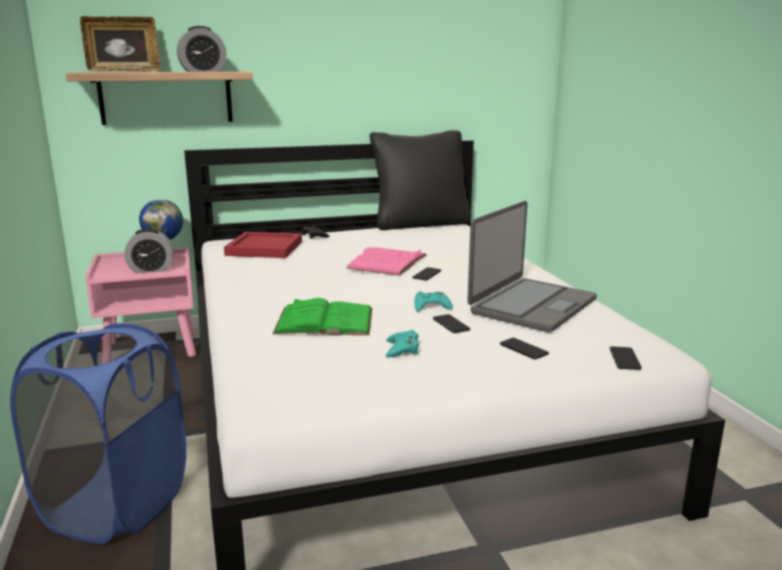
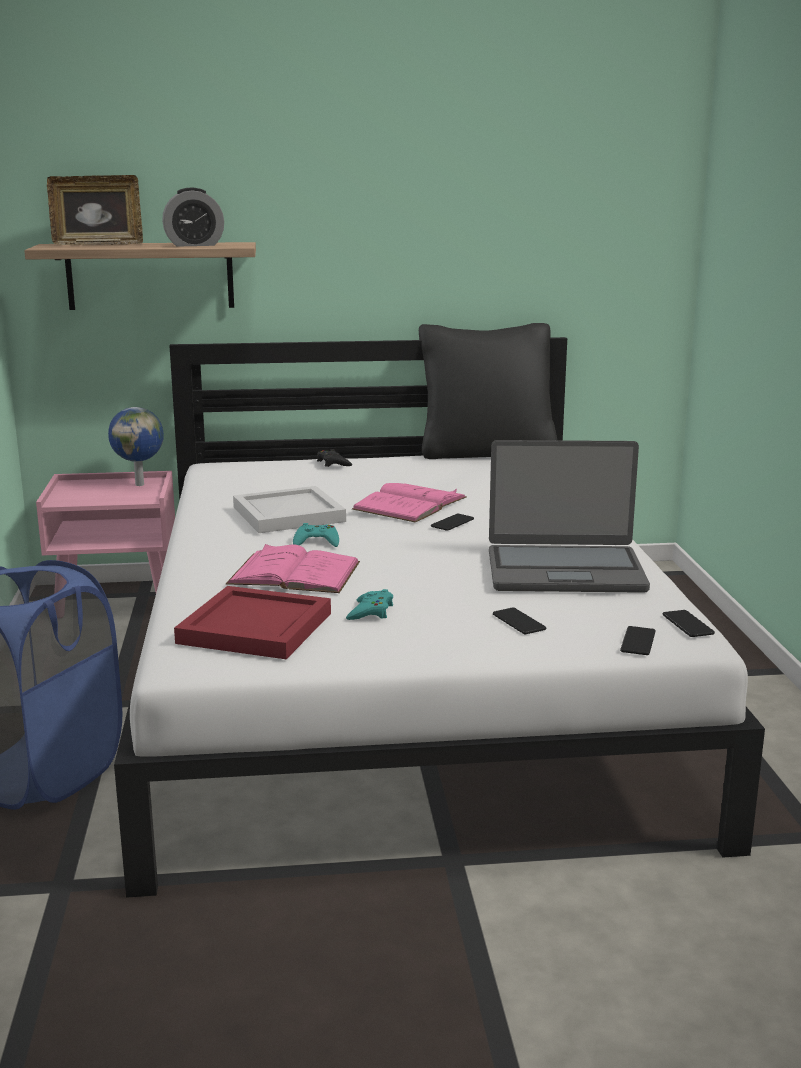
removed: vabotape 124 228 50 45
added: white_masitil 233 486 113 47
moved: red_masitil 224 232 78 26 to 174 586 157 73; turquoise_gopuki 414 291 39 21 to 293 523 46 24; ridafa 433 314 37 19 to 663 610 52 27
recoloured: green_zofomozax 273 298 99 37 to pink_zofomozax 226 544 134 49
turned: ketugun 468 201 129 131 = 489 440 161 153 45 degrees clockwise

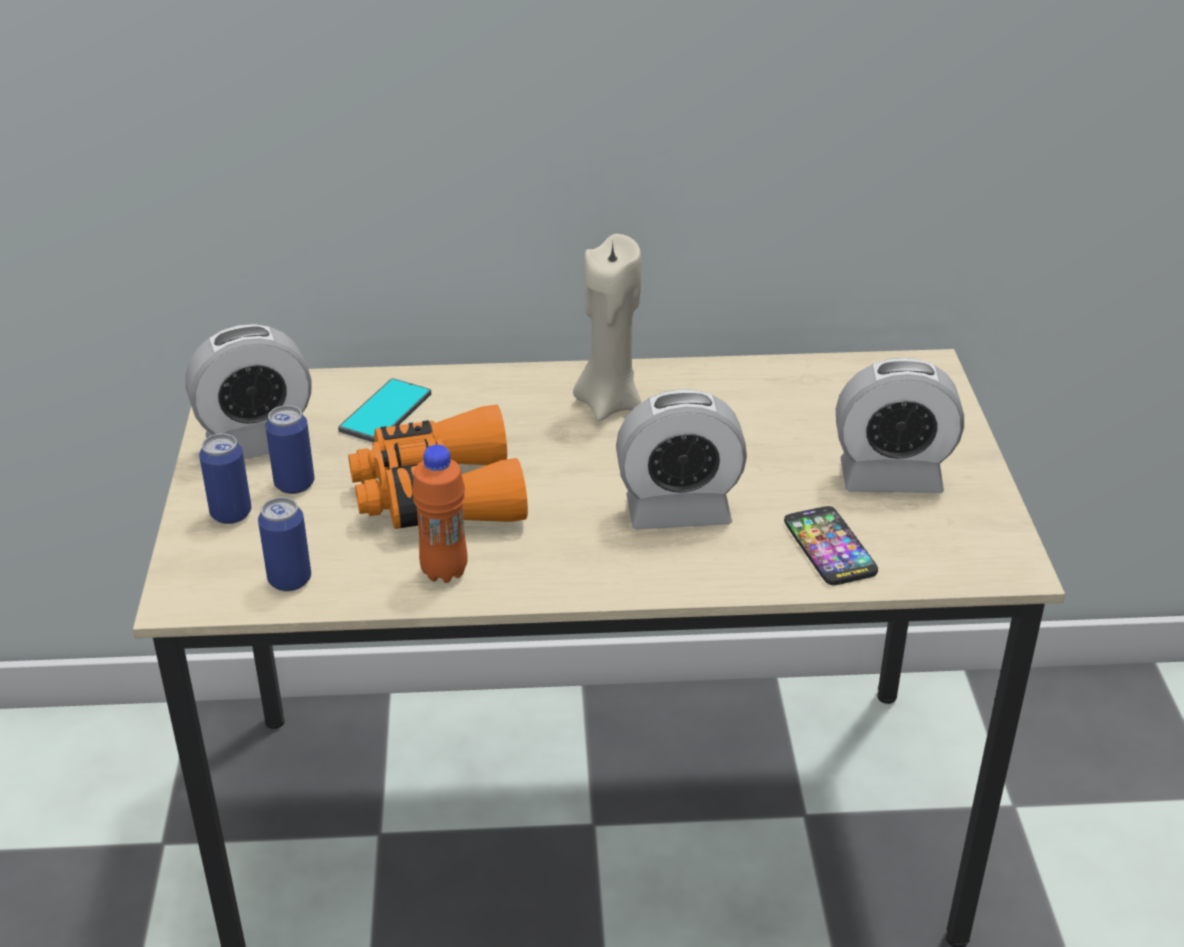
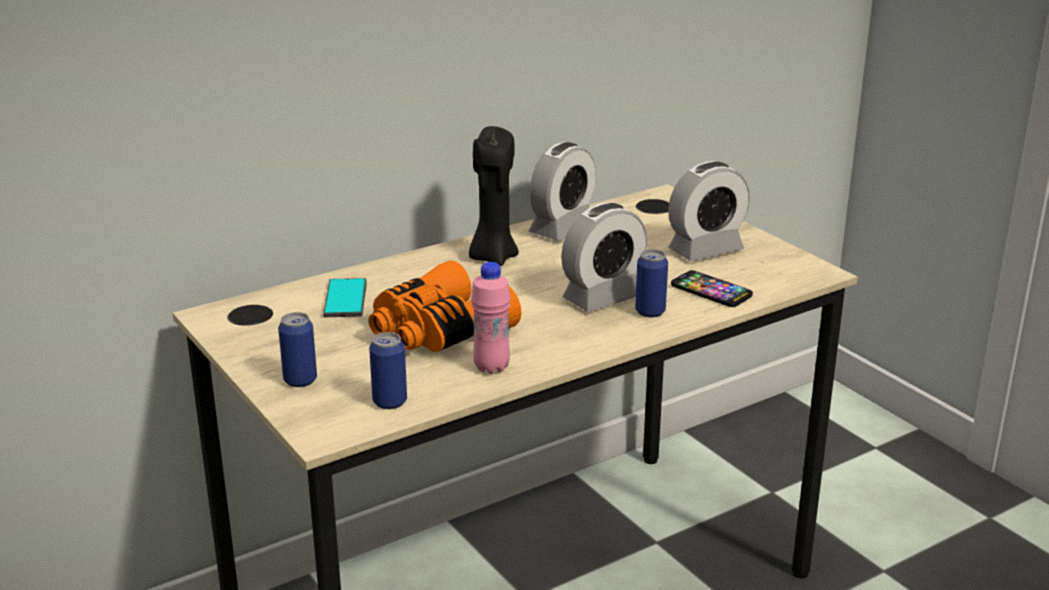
moved: vabotape 185 324 127 135 to 529 142 67 99; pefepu 265 405 49 89 to 635 249 33 69
recoloured: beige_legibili 573 234 69 187 to black_legibili 469 126 50 140; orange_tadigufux 412 445 55 138 to pink_tadigufux 471 262 40 112

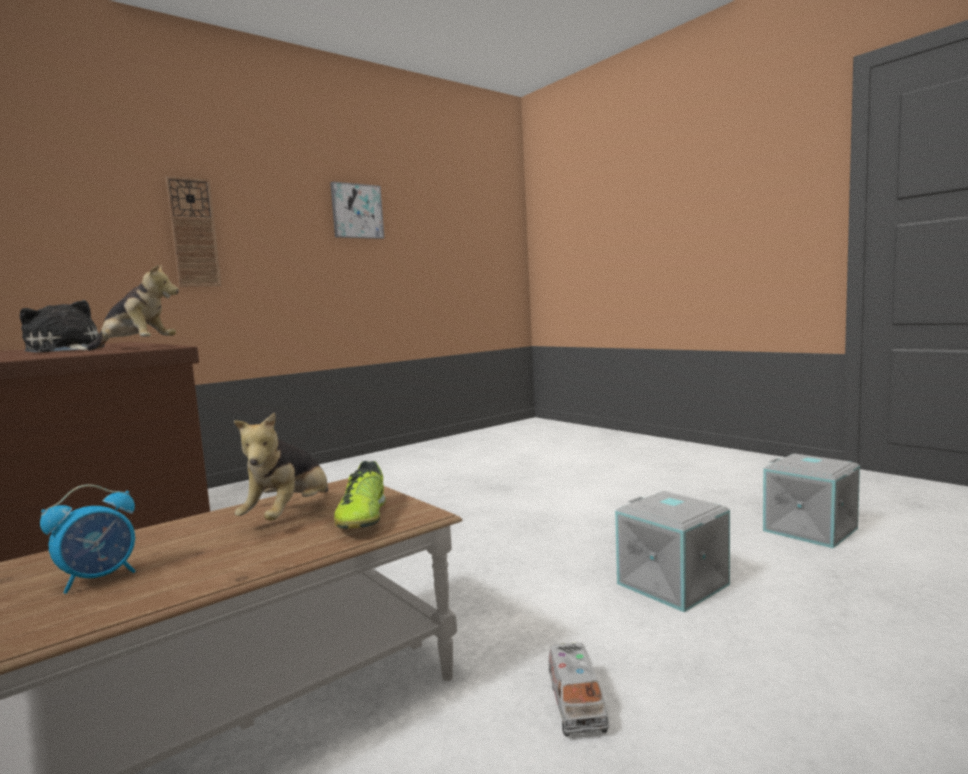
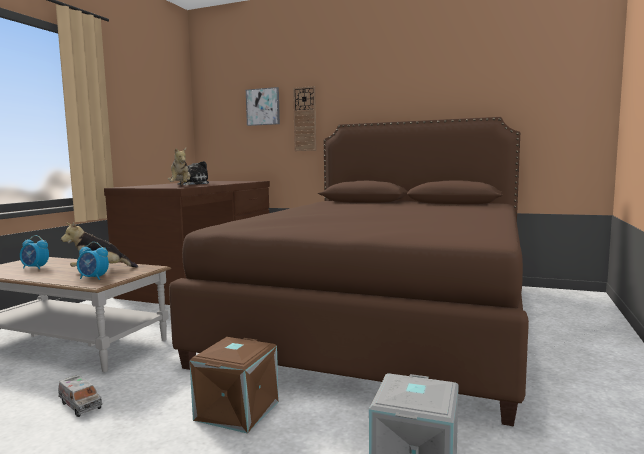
added: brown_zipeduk 169 117 360 310
moved: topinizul 330 182 54 57 to 246 87 34 39
replaced: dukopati 334 461 52 68 to vabotape 77 242 32 38
recoloured: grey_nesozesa 615 491 115 121 to brown_nesozesa 189 337 90 97
turned: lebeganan 549 643 60 93 = 58 375 44 42 105 degrees counterclockwise

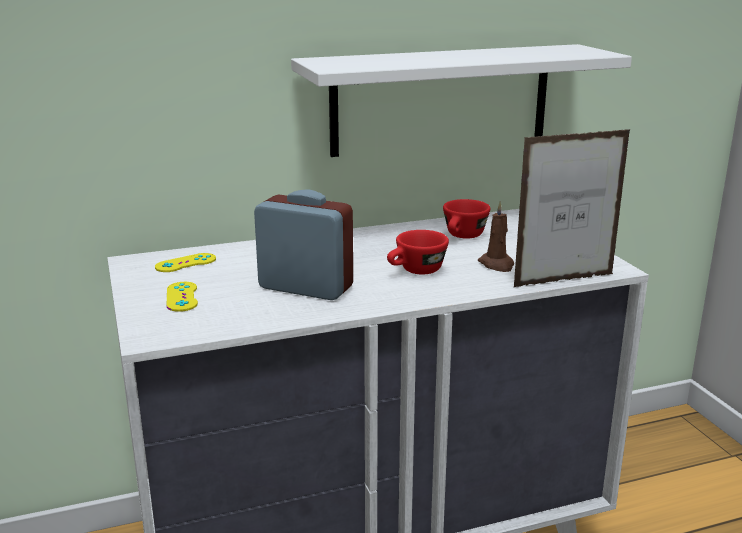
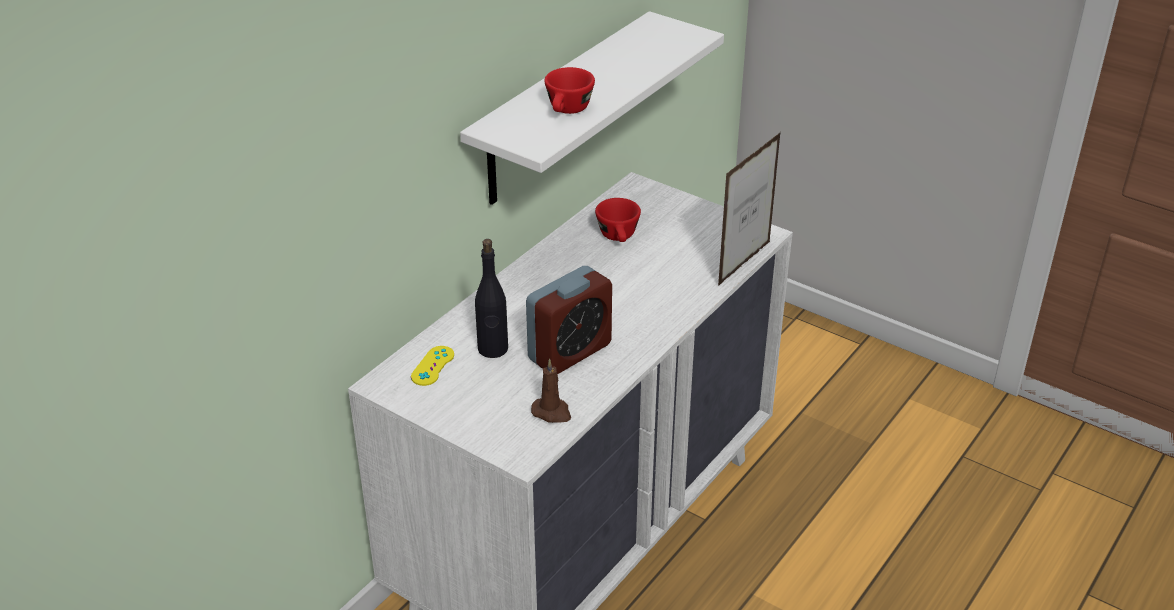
removed: yellow_gopuki 166 282 32 30
added: black_tadigufux 475 239 33 119
moved: brown_legibili 478 201 36 71 to 531 359 40 64; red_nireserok 387 230 62 45 to 544 67 51 47
turned: vabotape 254 190 99 110 = 526 266 86 108 150 degrees clockwise

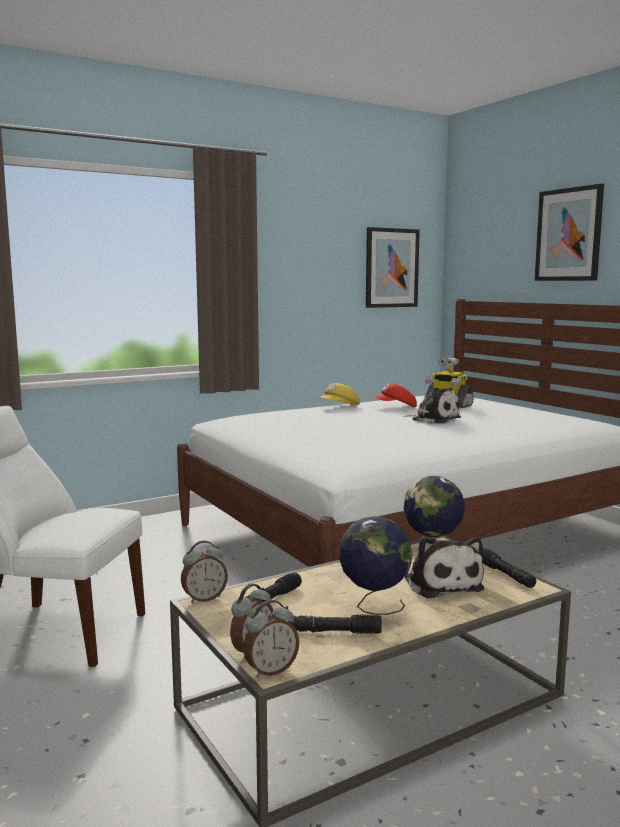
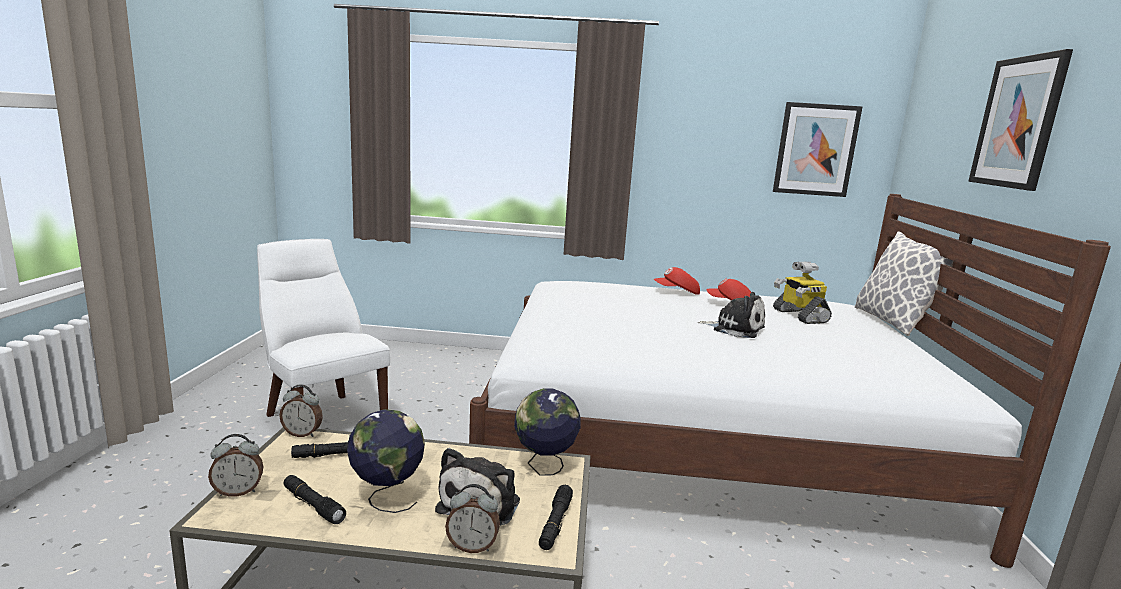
added: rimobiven 855 231 98 105
moved: vabotape 243 600 56 78 to 445 484 55 69
recoloured: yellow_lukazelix 318 383 42 22 to red_lukazelix 654 267 46 28
turned: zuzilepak 403 387 58 37 = 698 292 67 46 45 degrees counterclockwise

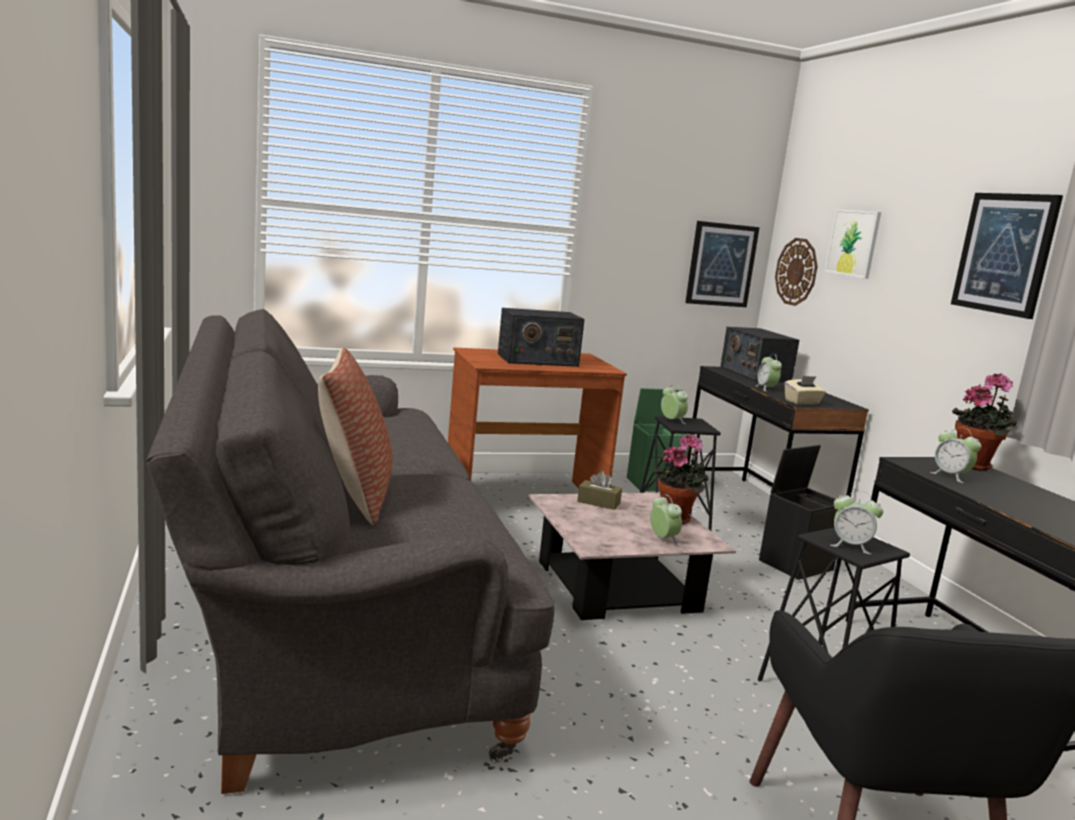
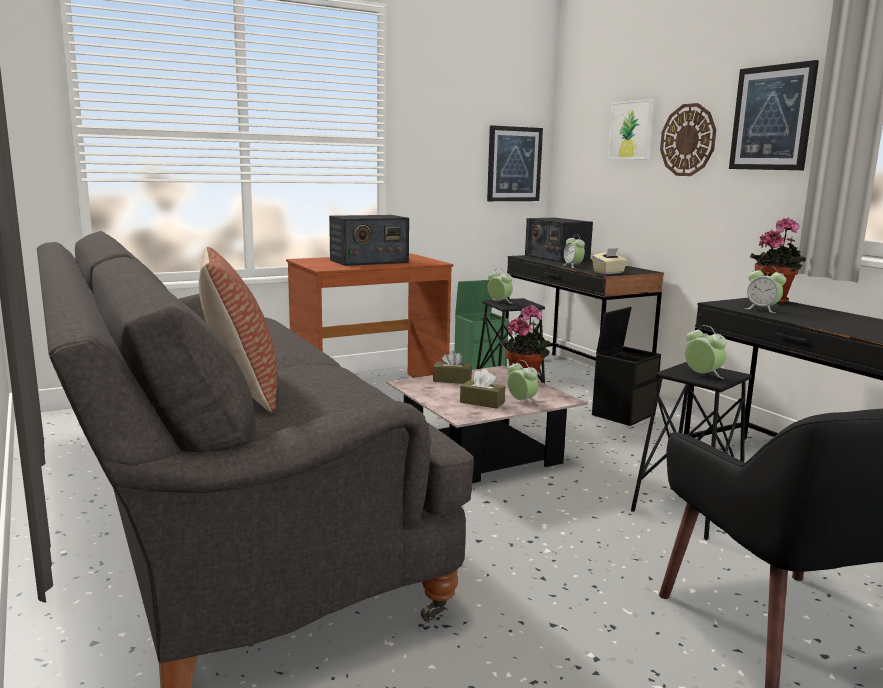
added: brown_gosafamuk 460 369 45 40
moved: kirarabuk 775 238 43 68 to 660 103 56 73
turned: vabotape 830 490 54 64 = 685 325 41 54 135 degrees counterclockwise

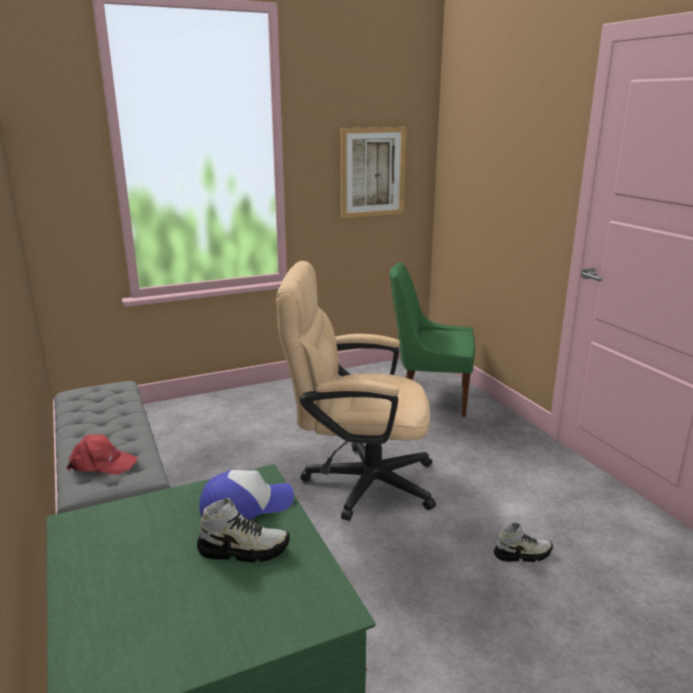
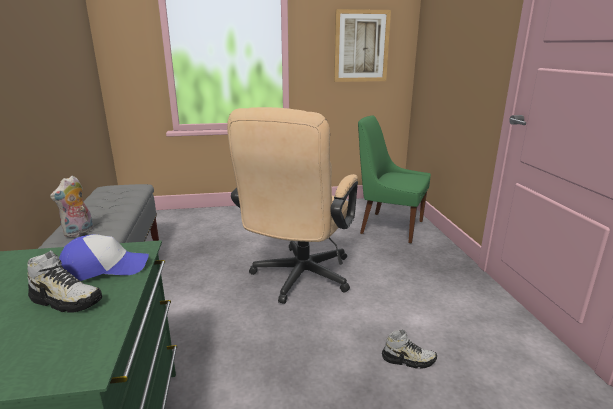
replaced: red_lukazelix 67 435 71 40 to zuzilepak 50 176 43 61
turned: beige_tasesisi 276 261 160 260 = 227 107 131 197 90 degrees counterclockwise

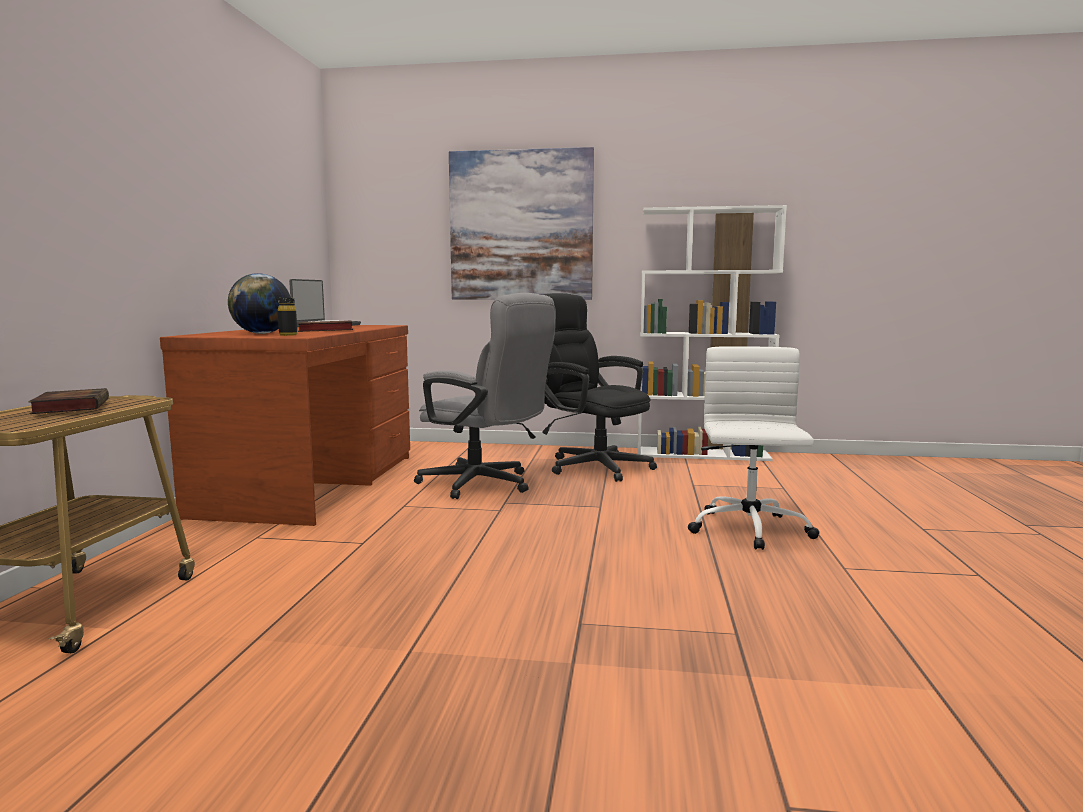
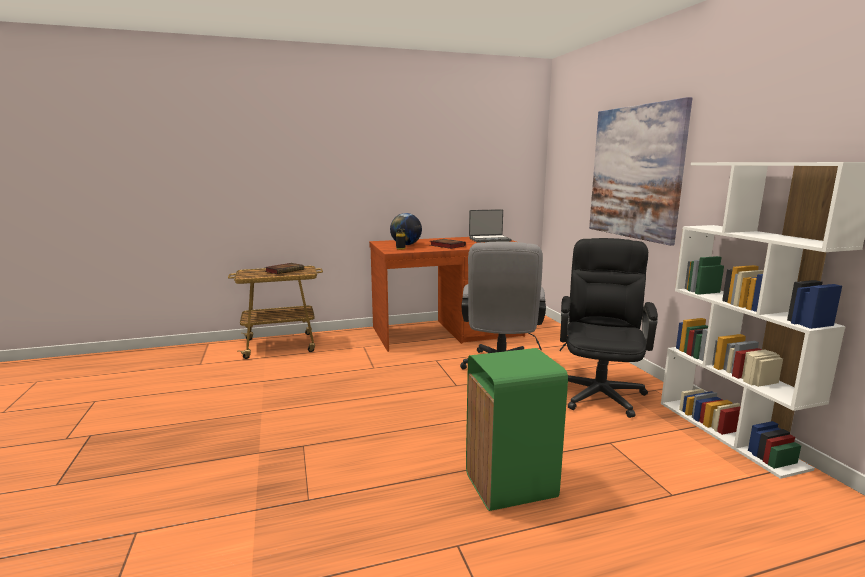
replaced: white_tasesisi 688 346 132 204 to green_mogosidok 466 348 102 163

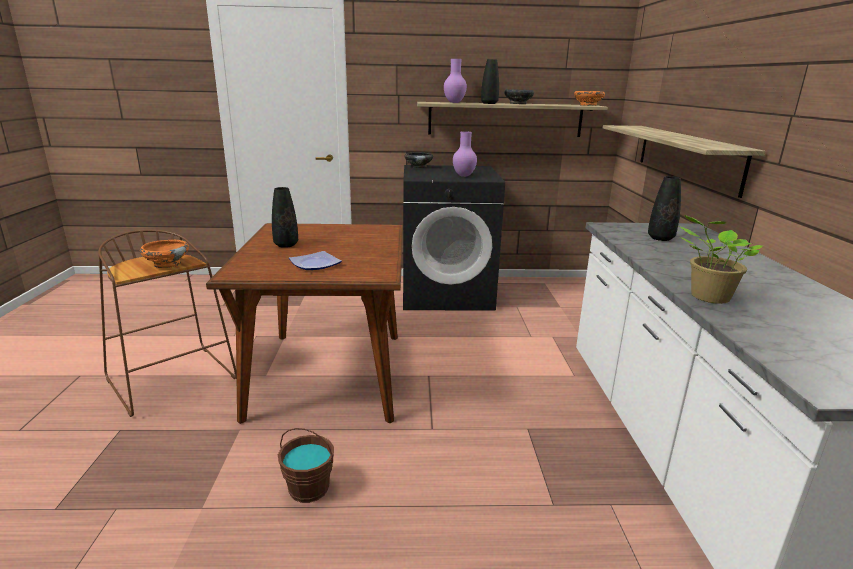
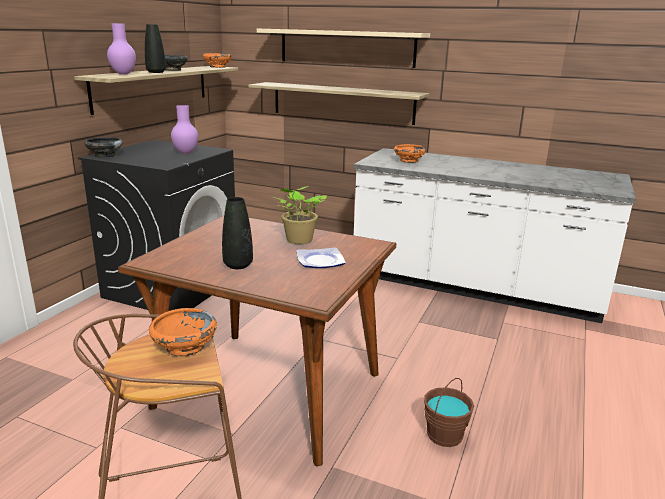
added: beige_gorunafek 257 29 173 39
moved: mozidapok 679 215 84 89 to 273 186 54 58
replaced: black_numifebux 648 176 33 65 to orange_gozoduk 394 144 32 19

